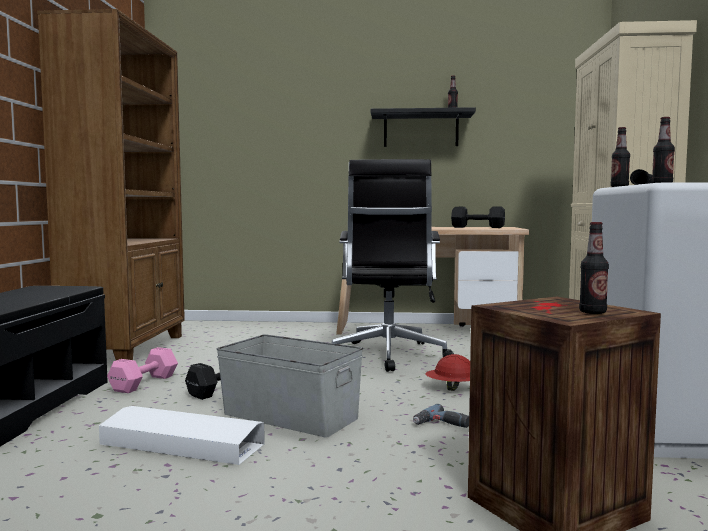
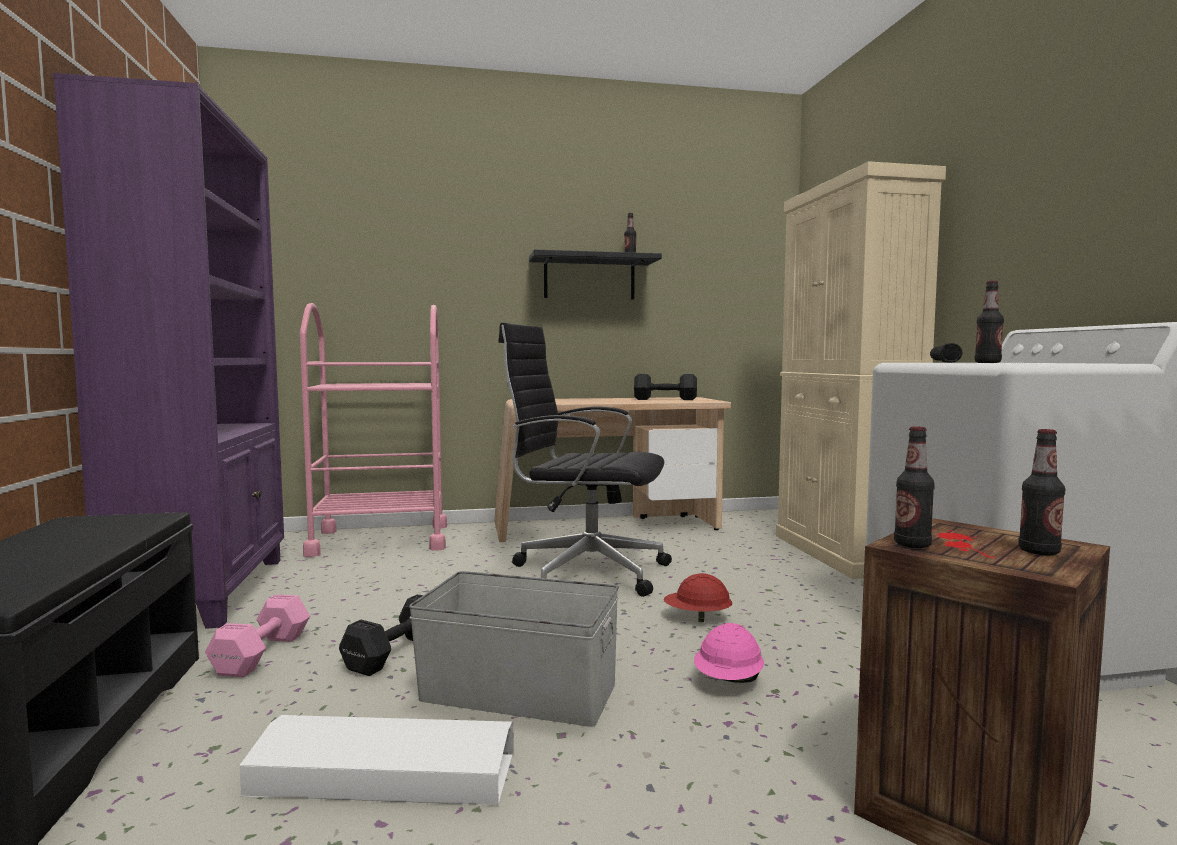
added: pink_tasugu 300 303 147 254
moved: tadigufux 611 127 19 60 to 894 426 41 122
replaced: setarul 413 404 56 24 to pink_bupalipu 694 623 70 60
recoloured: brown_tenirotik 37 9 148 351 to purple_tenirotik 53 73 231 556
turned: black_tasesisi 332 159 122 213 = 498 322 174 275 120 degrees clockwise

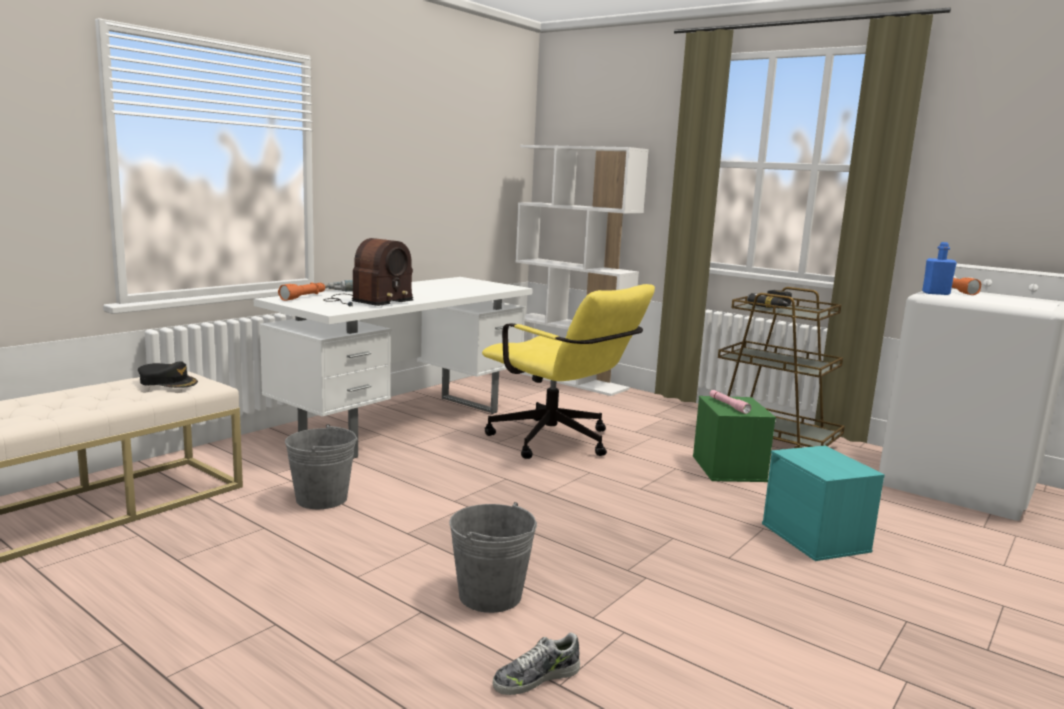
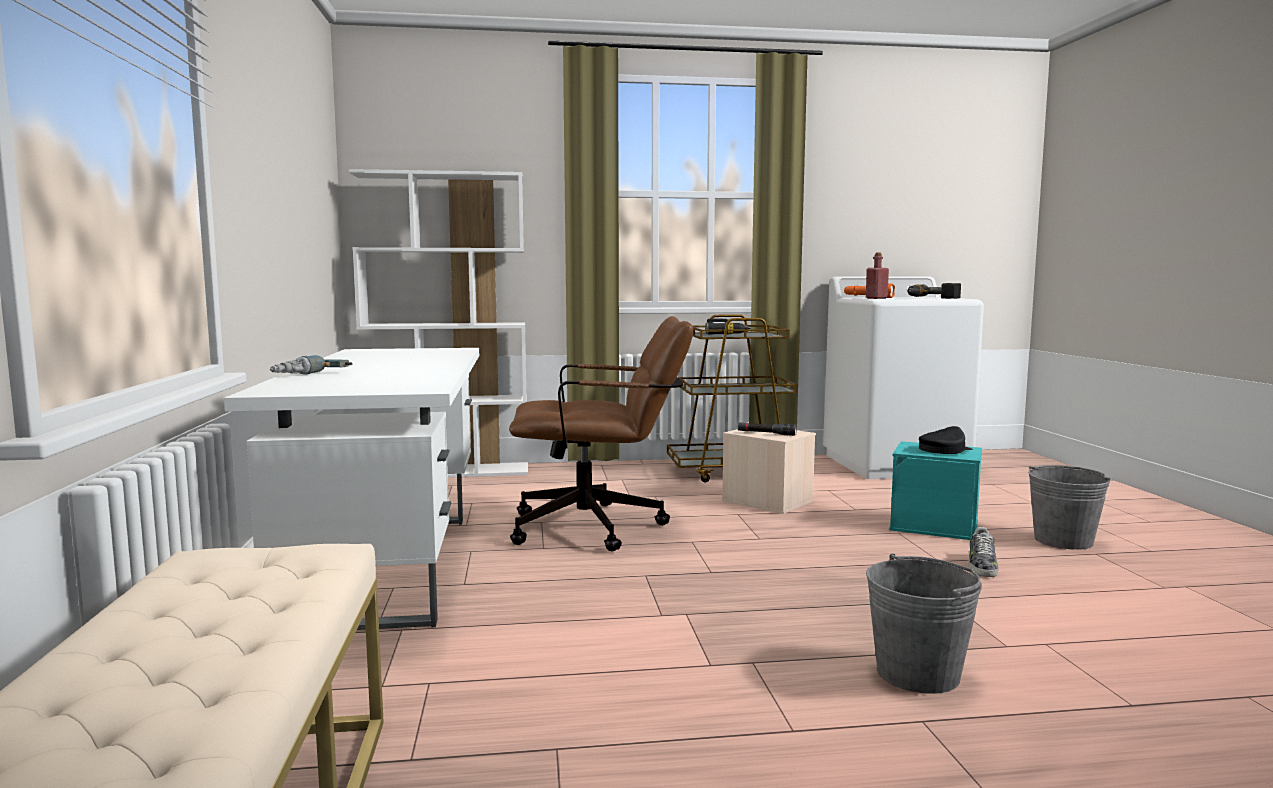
removed: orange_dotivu 278 282 47 19; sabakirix 323 238 90 69
added: setarul 908 283 53 16
moved: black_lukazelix 138 361 60 27 to 919 426 54 28; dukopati 493 632 87 63 to 968 527 31 50; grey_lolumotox 285 424 73 85 to 1028 465 83 85
recoloured: yellow_tasesisi 482 284 173 175 to brown_tasesisi 509 316 184 235; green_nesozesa 693 396 83 86 to beige_nesozesa 722 429 94 85; pink_dotivu 709 390 42 24 to black_dotivu 738 422 59 14; blue_tadigufux 922 242 35 53 to red_tadigufux 866 253 23 46

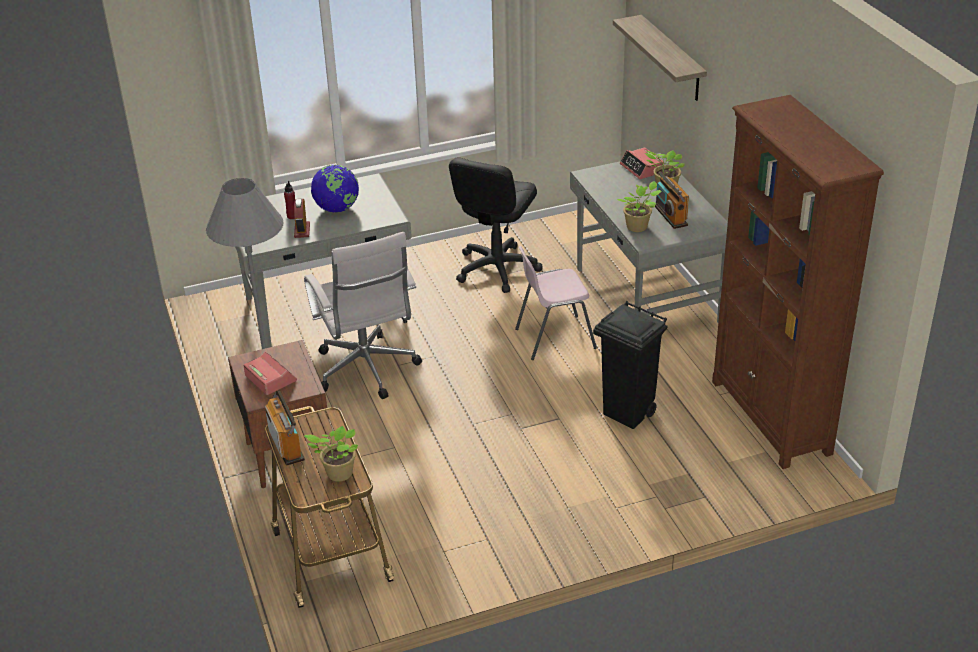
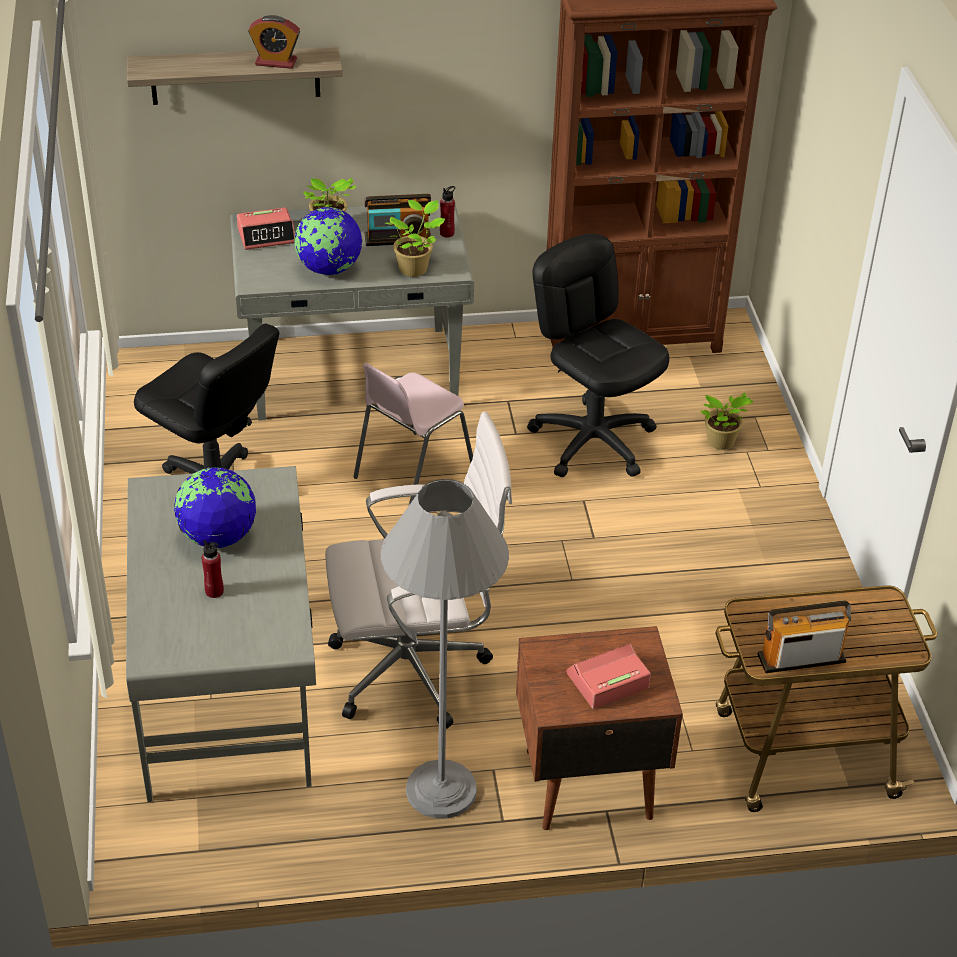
added: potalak 294 207 69 68; red_tadigufux 440 186 15 51
moved: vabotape 294 198 16 40 to 248 15 52 54; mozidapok 304 426 54 56 to 700 392 54 58
replaced: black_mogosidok 593 301 74 128 to black_tasesisi 527 233 142 244
turned: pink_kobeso 515 246 82 114 = 353 363 120 142 45 degrees clockwise

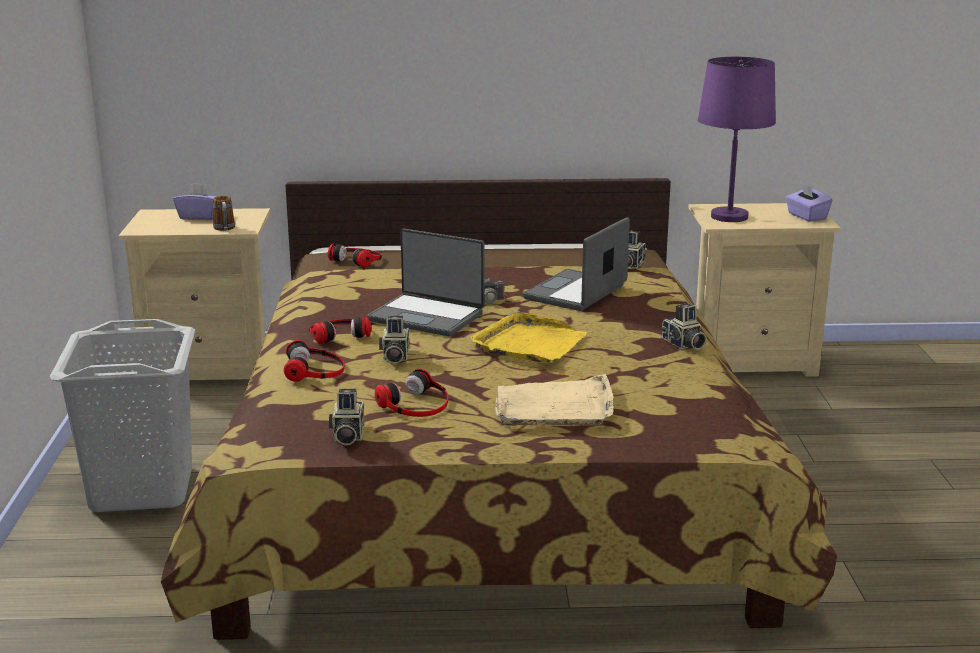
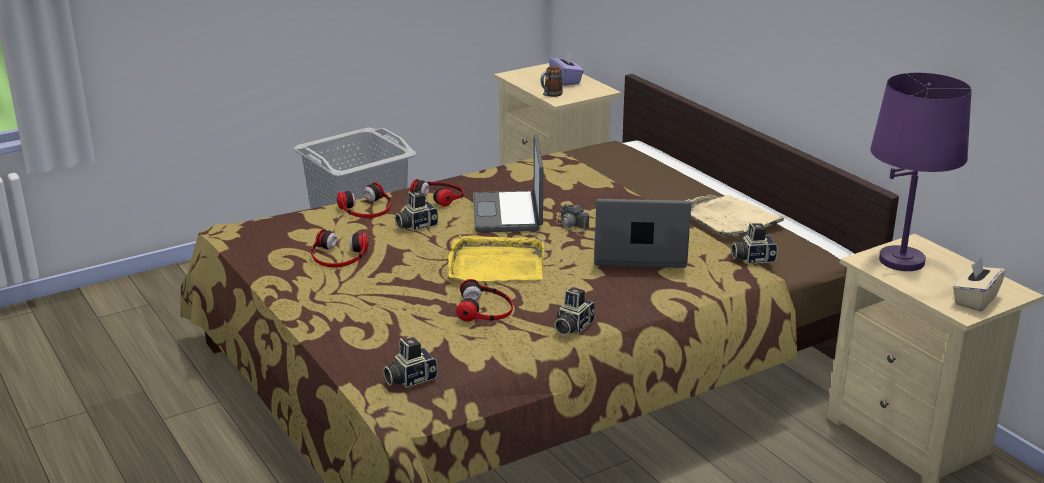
moved: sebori 329 389 35 56 to 383 337 55 51; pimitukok 328 243 54 24 to 456 279 57 43; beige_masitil 495 374 118 52 to 684 195 102 42
recoloured: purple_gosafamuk 785 183 47 39 to beige_gosafamuk 953 257 53 55

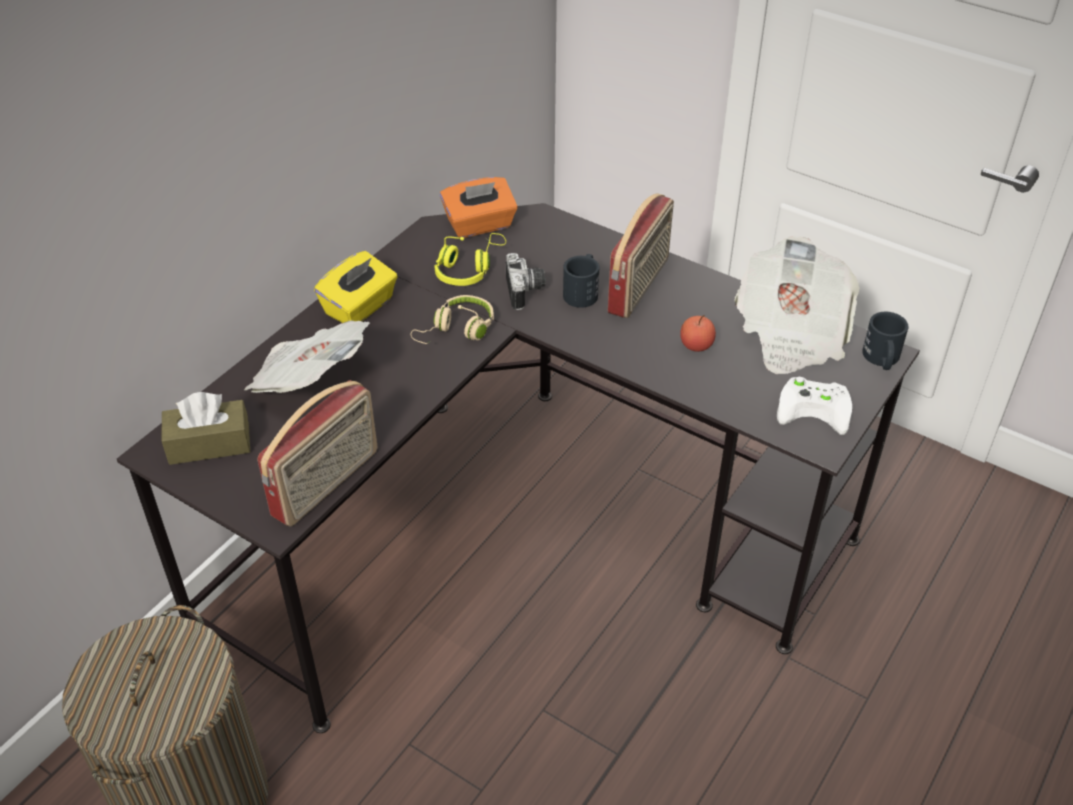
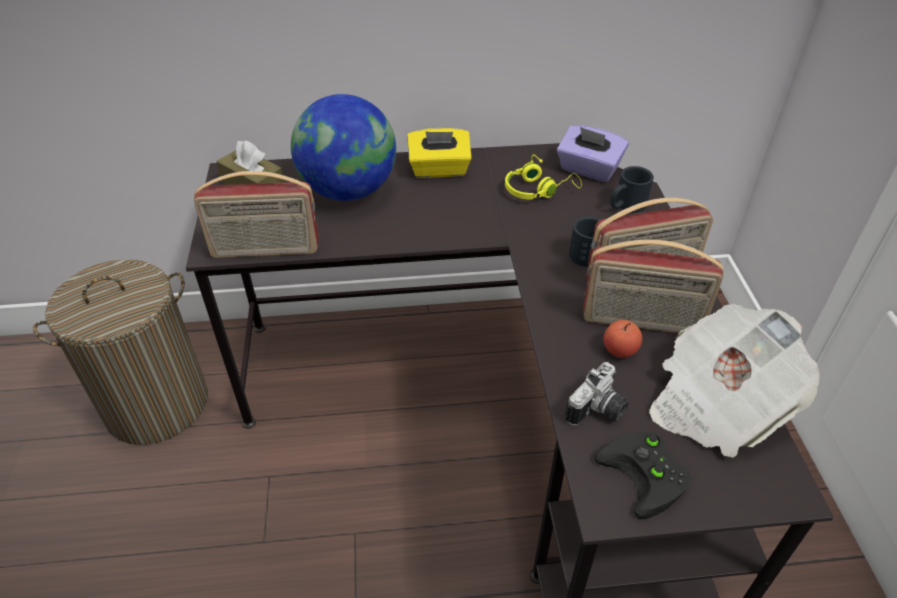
removed: beige_pimitukok 411 295 83 49
added: sabakirix 583 240 141 93
moved: sebori 506 253 39 57 to 565 362 63 63; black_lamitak 862 312 47 58 to 610 166 44 46
replaced: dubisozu 244 320 126 73 to potalak 291 94 105 107
recoloured: orange_gosafamuk 440 177 78 61 to purple_gosafamuk 557 125 72 57; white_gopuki 777 377 75 58 to black_gopuki 594 432 98 87

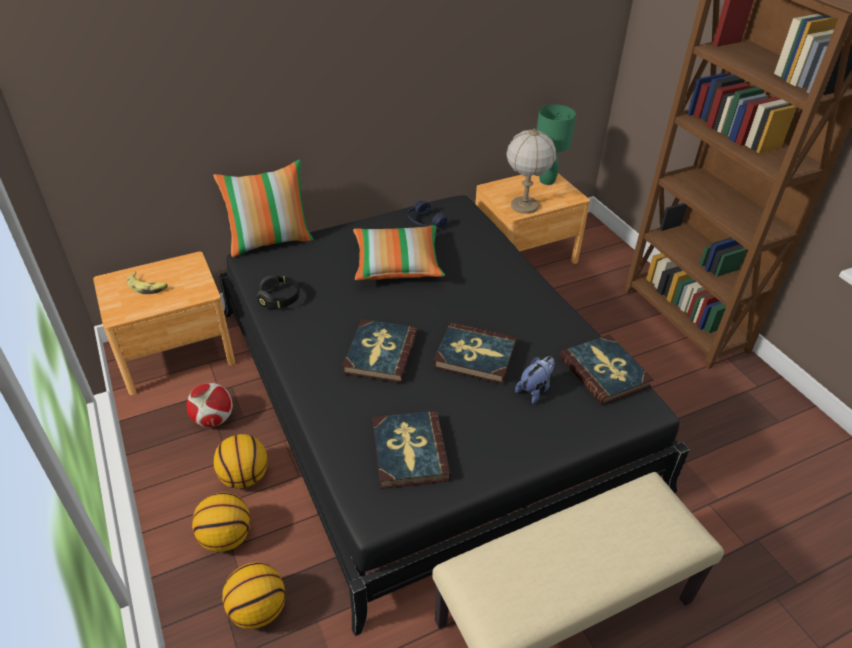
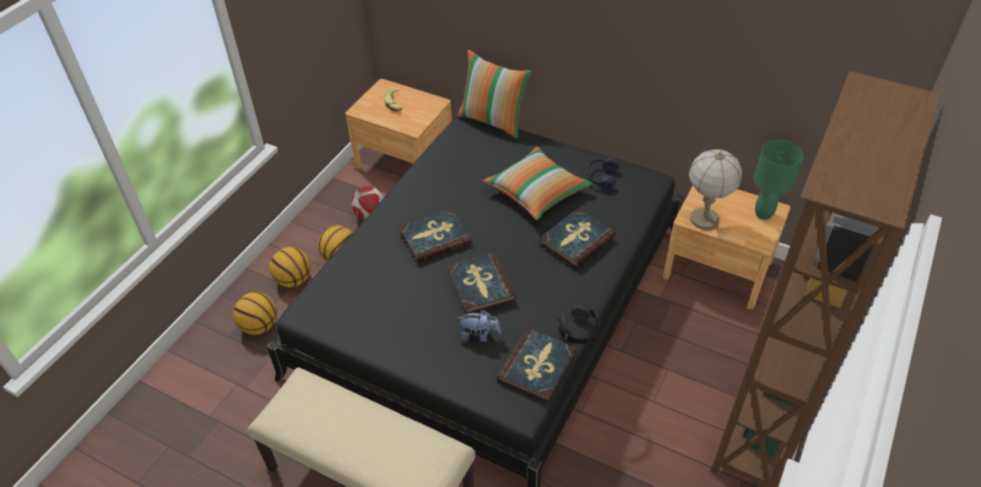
moved: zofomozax 373 411 78 78 to 540 208 76 60; black_pimitukok 257 275 43 33 to 558 305 42 39

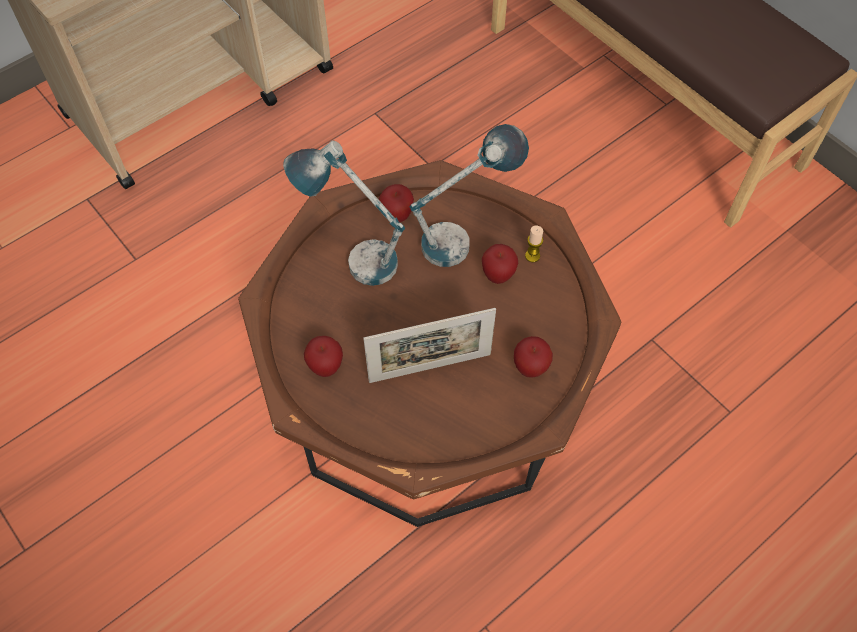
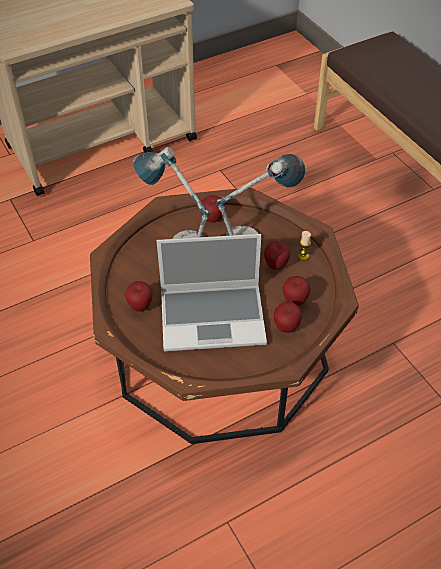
added: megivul 283 276 28 30
replaced: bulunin 363 308 133 75 to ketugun 157 234 110 118

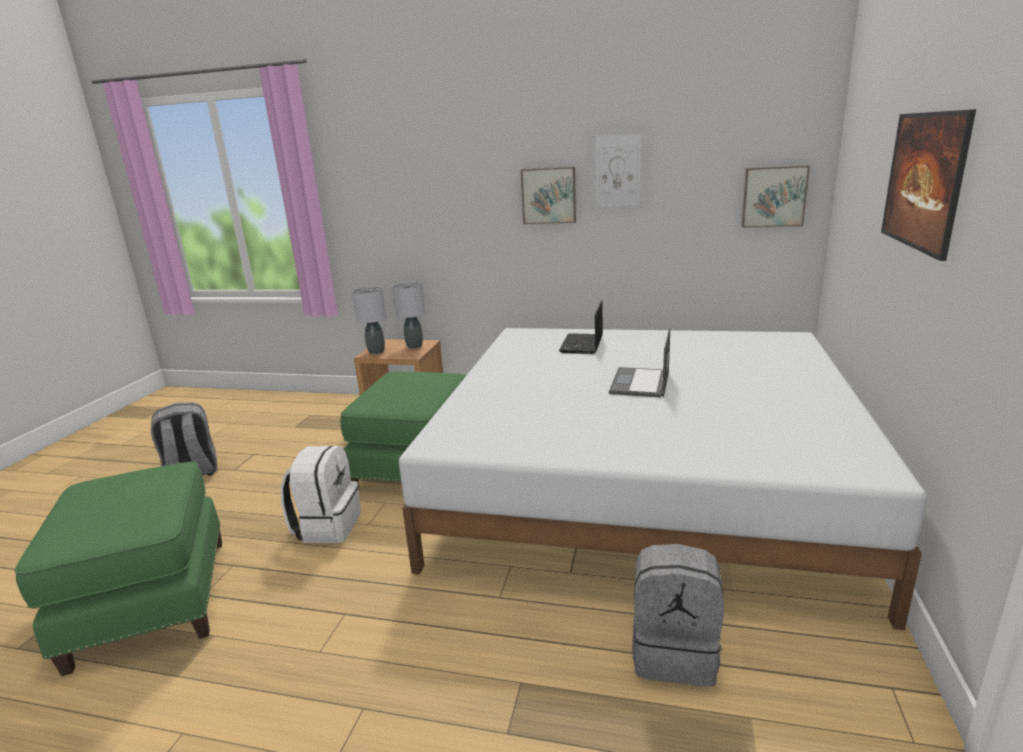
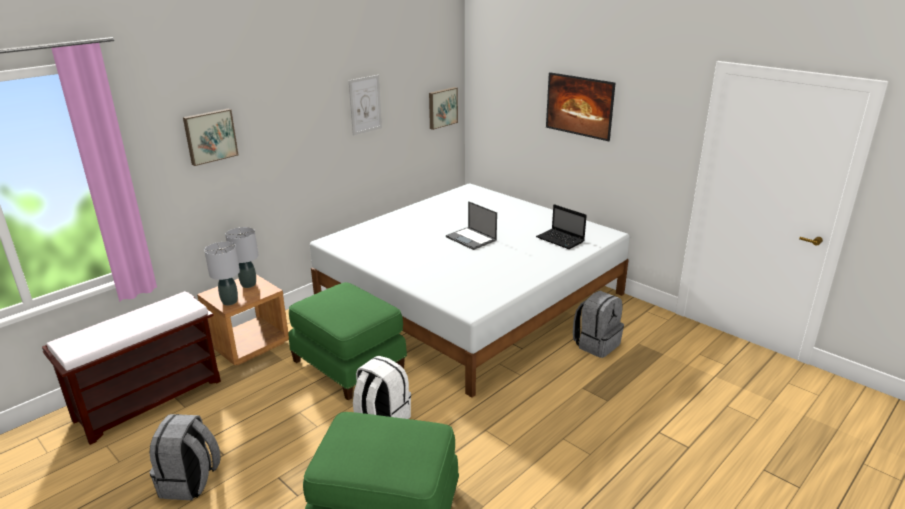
added: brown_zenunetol 42 291 179 154
moved: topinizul 521 167 55 57 to 183 109 55 57; ketugun 559 300 44 54 to 536 204 51 45

